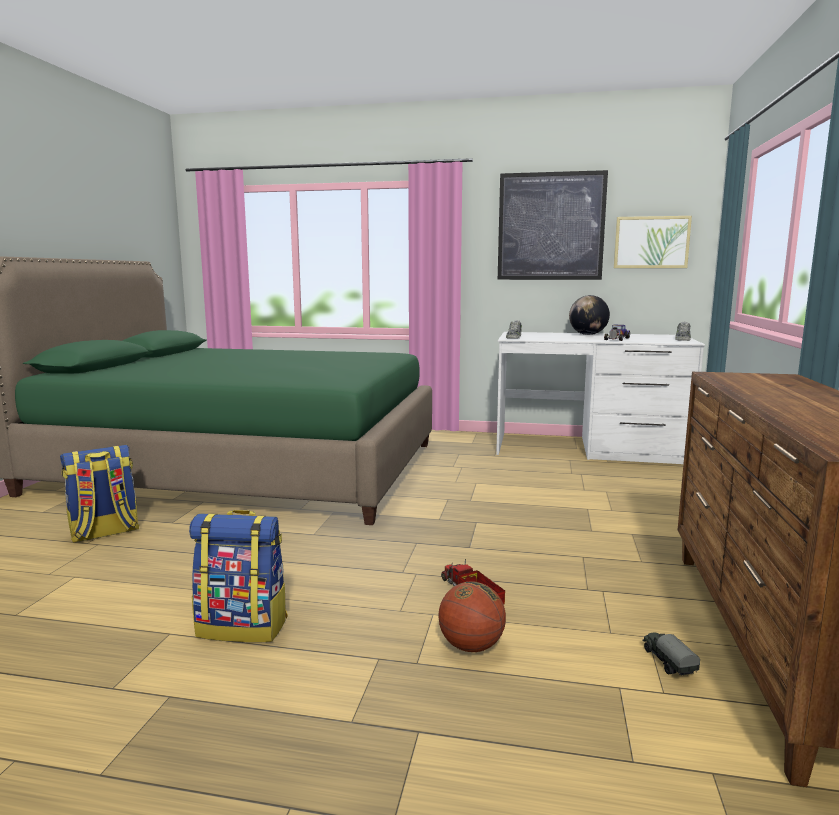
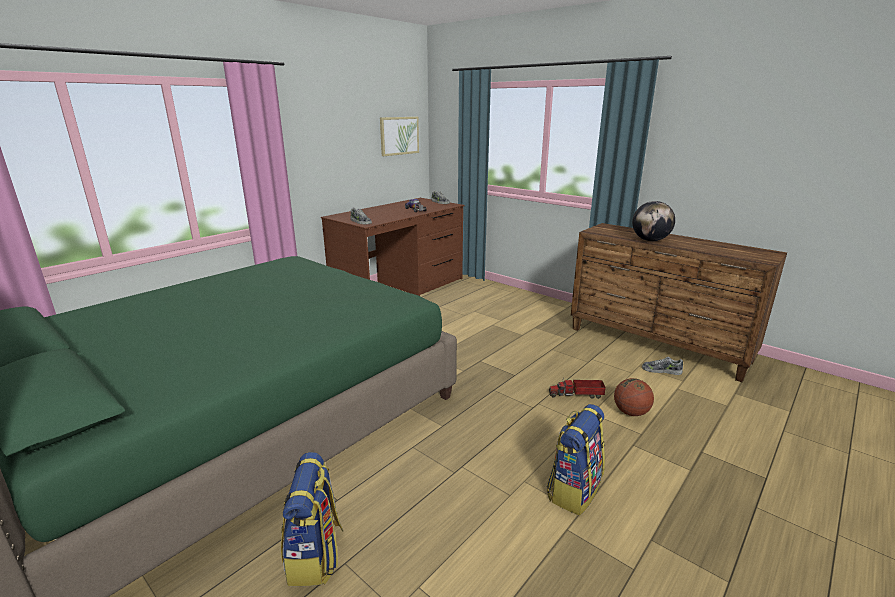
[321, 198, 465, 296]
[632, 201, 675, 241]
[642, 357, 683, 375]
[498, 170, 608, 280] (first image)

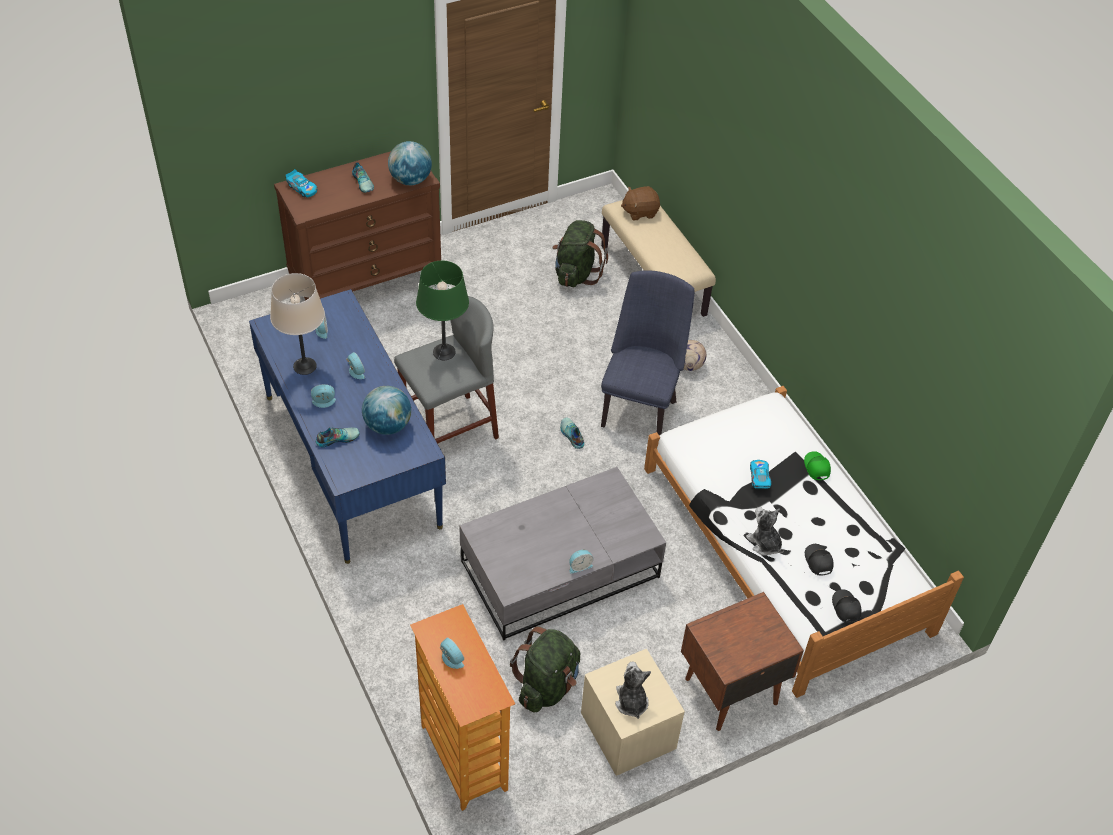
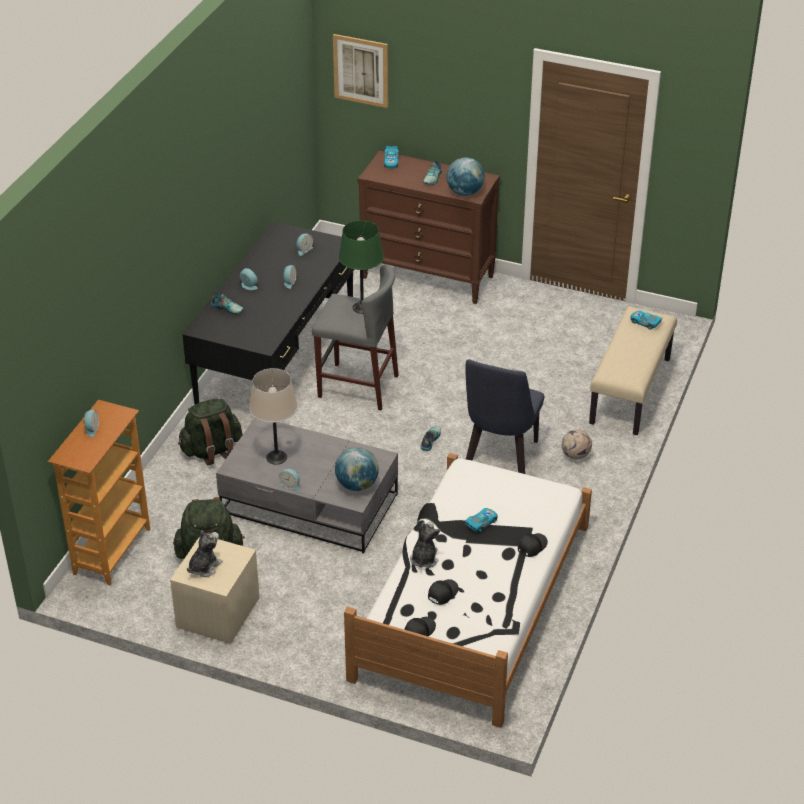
[178, 399, 243, 465]
[182, 221, 354, 404]
[249, 368, 298, 465]
[333, 34, 388, 108]
[335, 447, 379, 491]
[465, 359, 544, 474]
[518, 533, 548, 557]
[631, 311, 662, 330]
[681, 592, 804, 731] (first image)

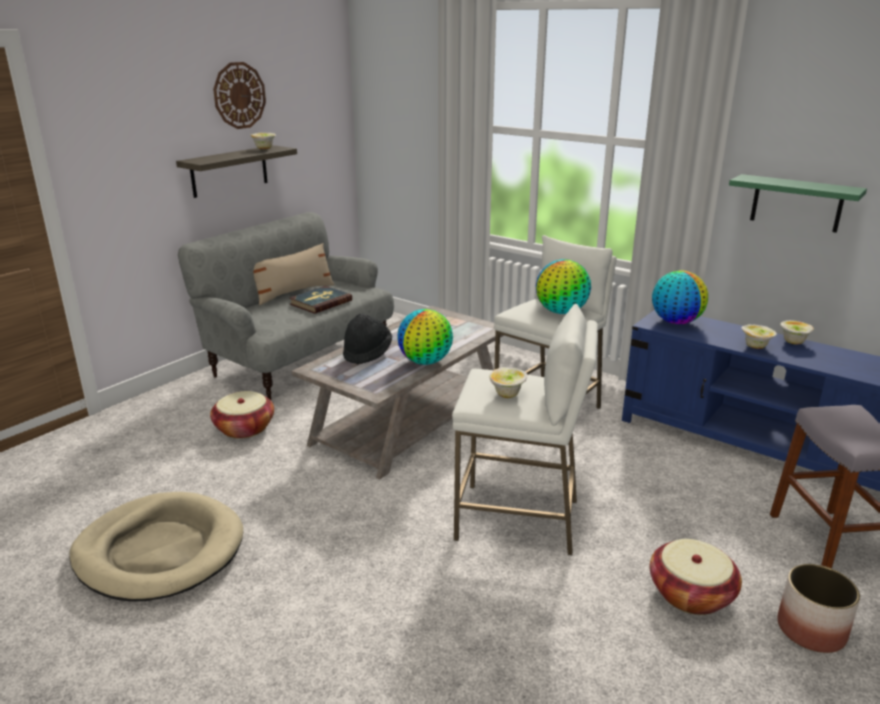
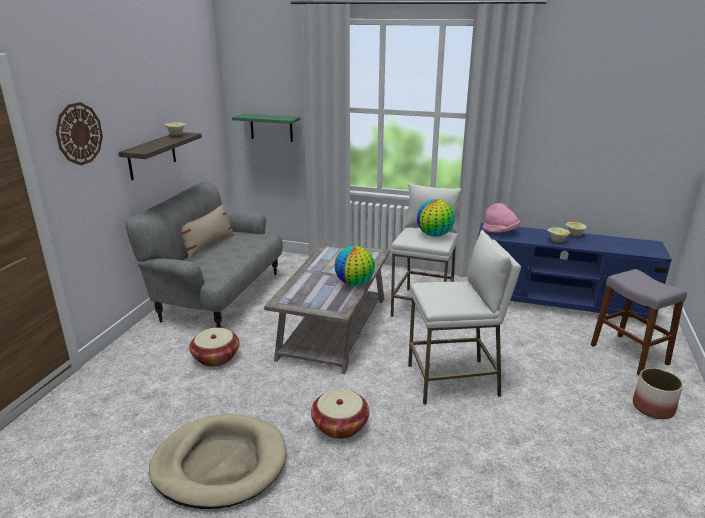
[56, 102, 103, 165]
[232, 114, 301, 142]
[311, 389, 369, 439]
[483, 203, 520, 233]
[289, 286, 352, 314] (first image)
[343, 313, 392, 364] (first image)
[490, 367, 528, 398] (first image)

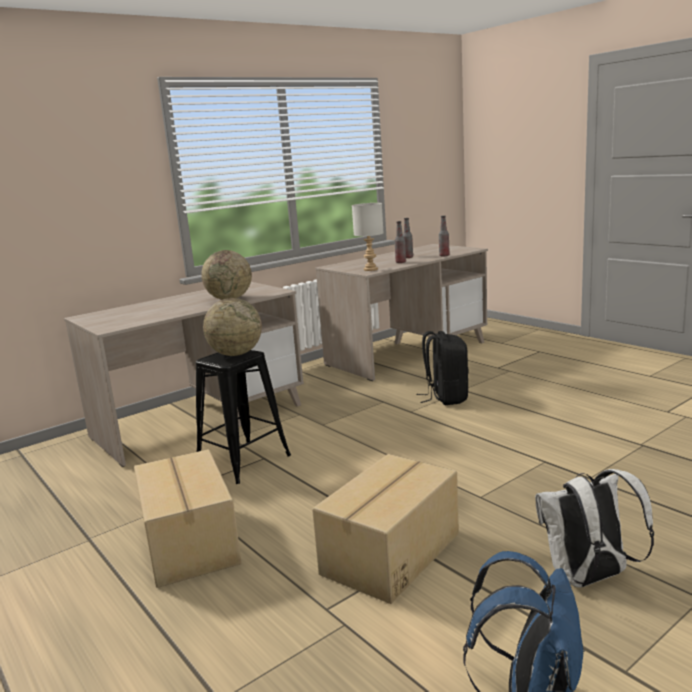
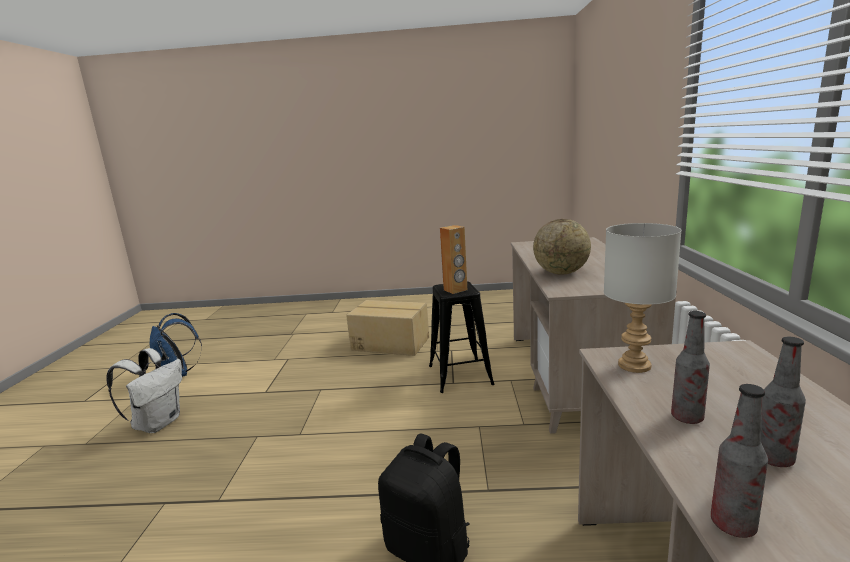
[440, 225, 467, 294]
[312, 454, 459, 604] (first image)

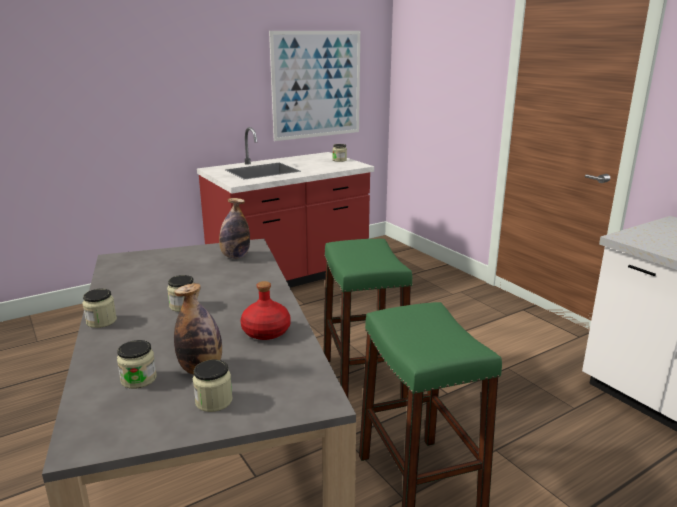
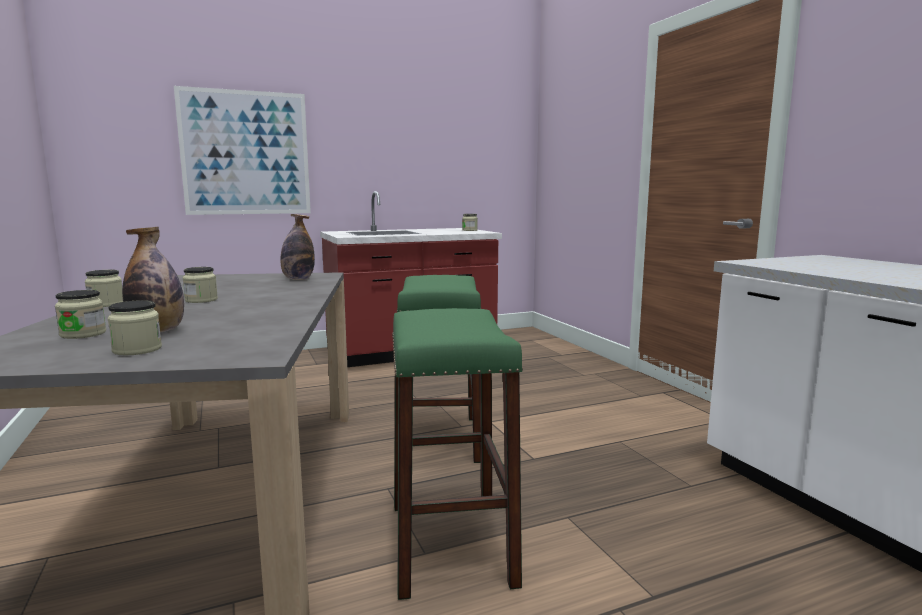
[174, 86, 311, 215]
[241, 281, 290, 340] (first image)

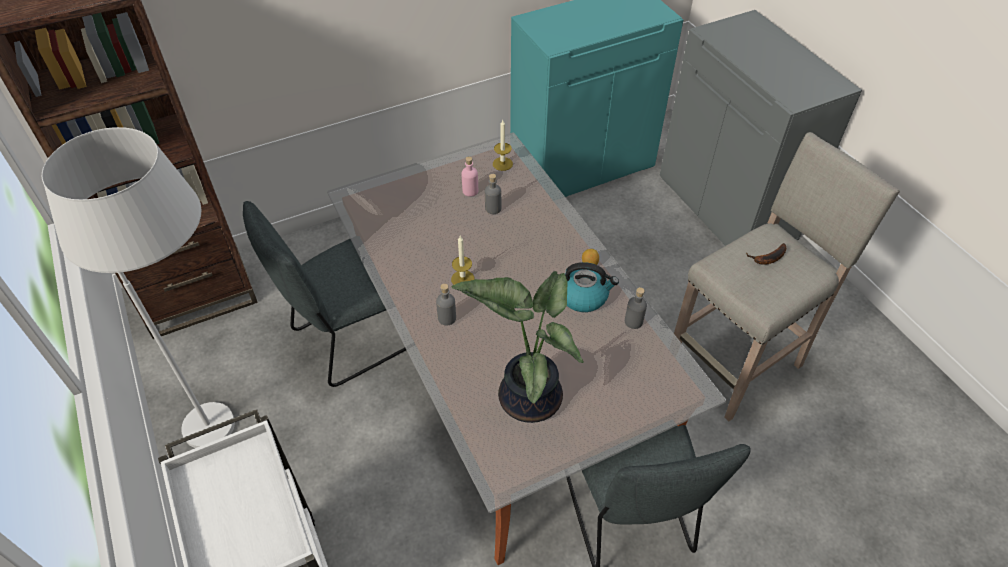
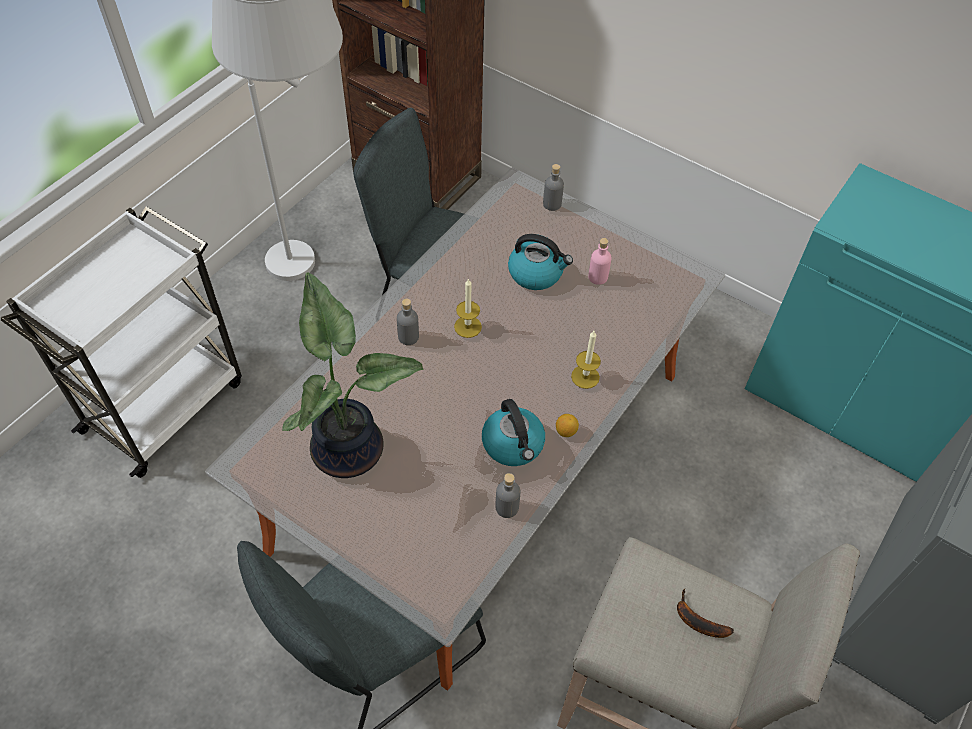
[508, 234, 573, 290]
[543, 164, 564, 211]
[571, 331, 601, 389]

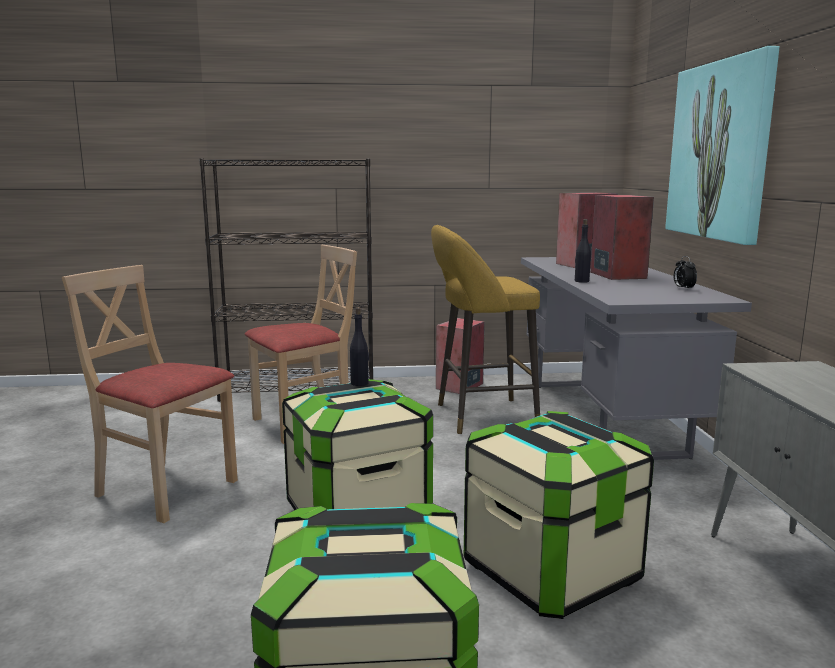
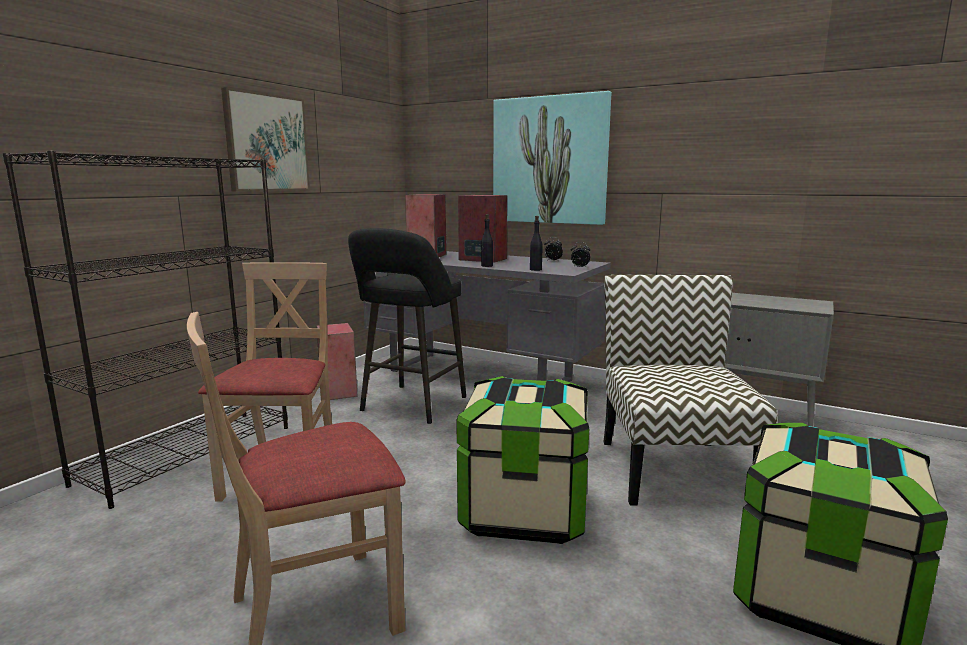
[221, 87, 310, 191]
[348, 228, 466, 424]
[530, 216, 543, 271]
[571, 242, 590, 268]
[604, 275, 777, 505]

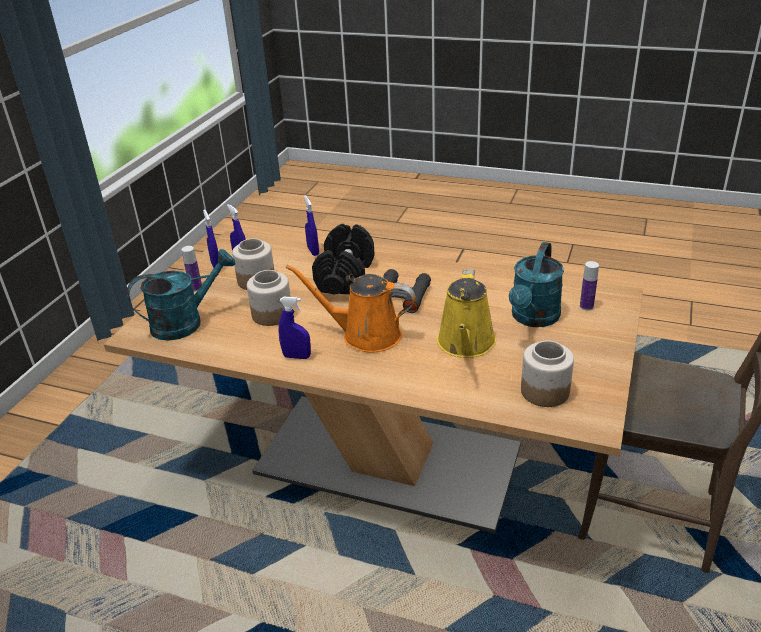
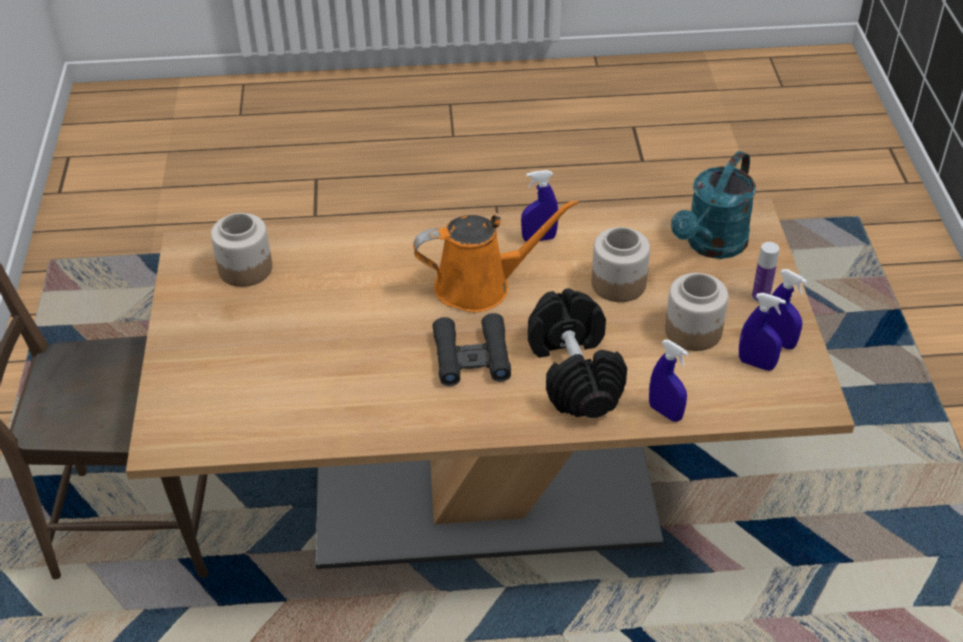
[437, 269, 496, 358] (first image)
[509, 242, 564, 327] (first image)
[580, 261, 599, 310] (first image)

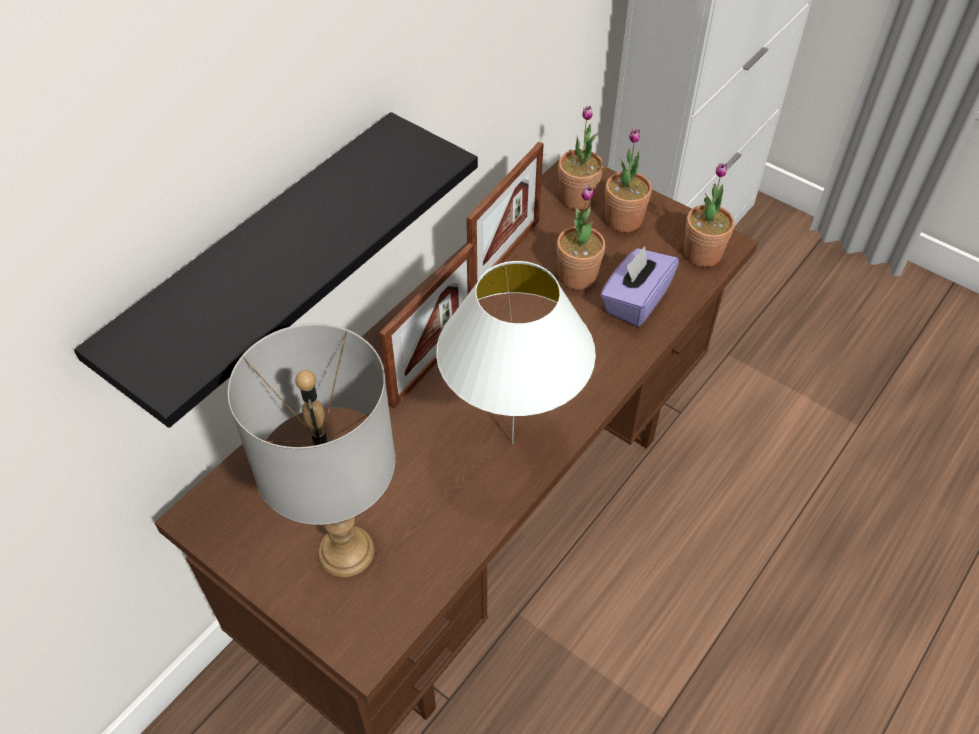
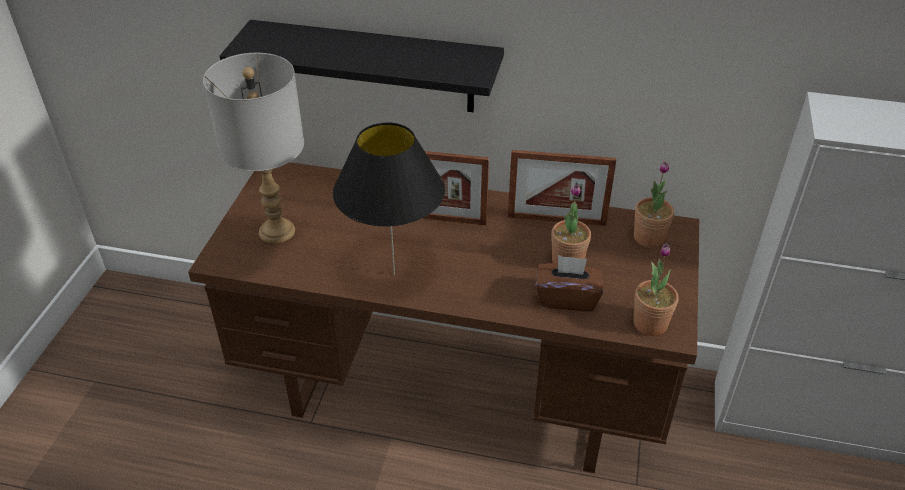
[333, 122, 445, 275]
[536, 255, 604, 312]
[605, 128, 652, 232] (first image)

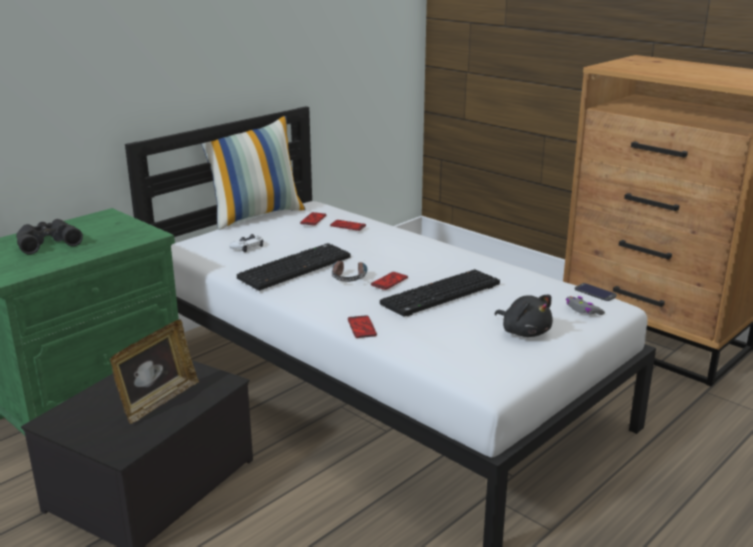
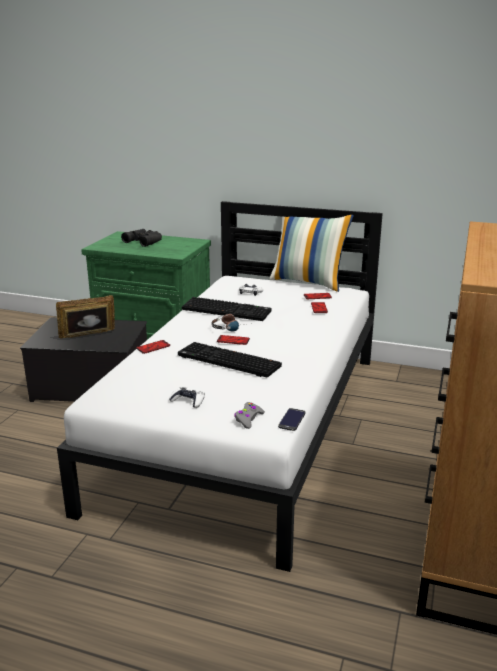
[56, 295, 115, 339]
[169, 387, 205, 408]

